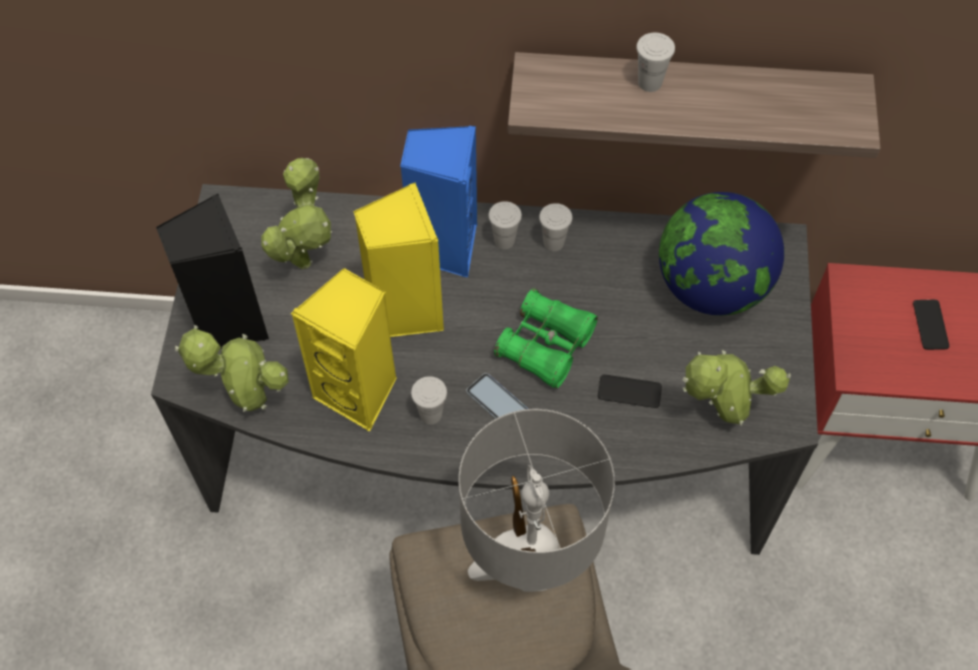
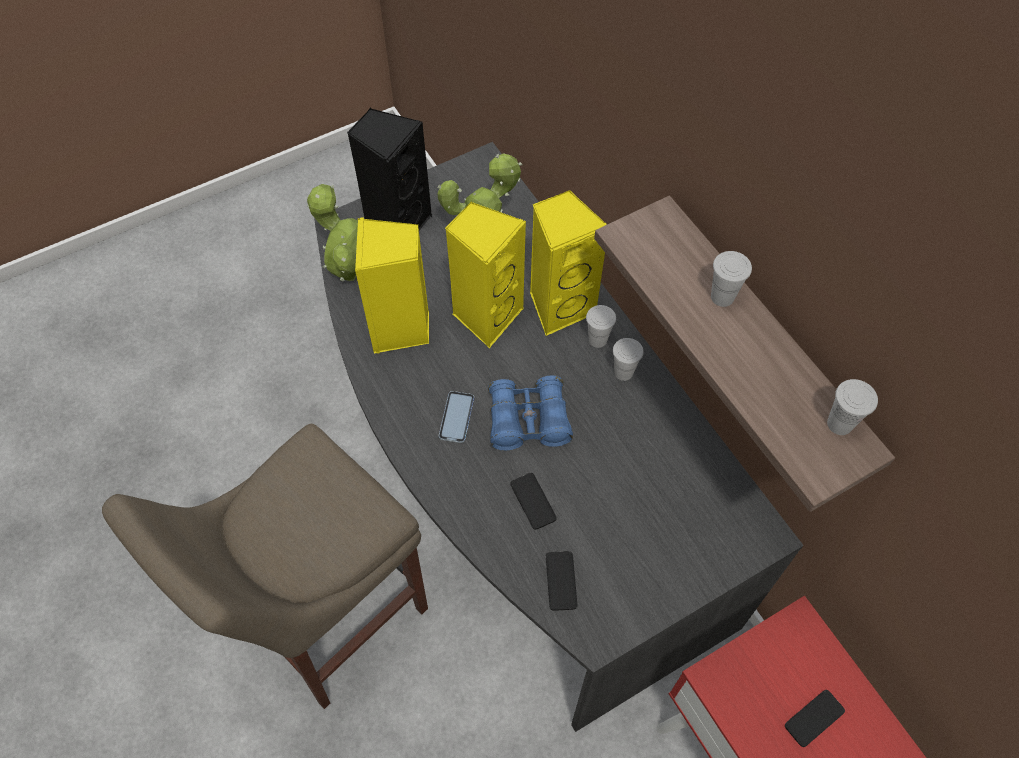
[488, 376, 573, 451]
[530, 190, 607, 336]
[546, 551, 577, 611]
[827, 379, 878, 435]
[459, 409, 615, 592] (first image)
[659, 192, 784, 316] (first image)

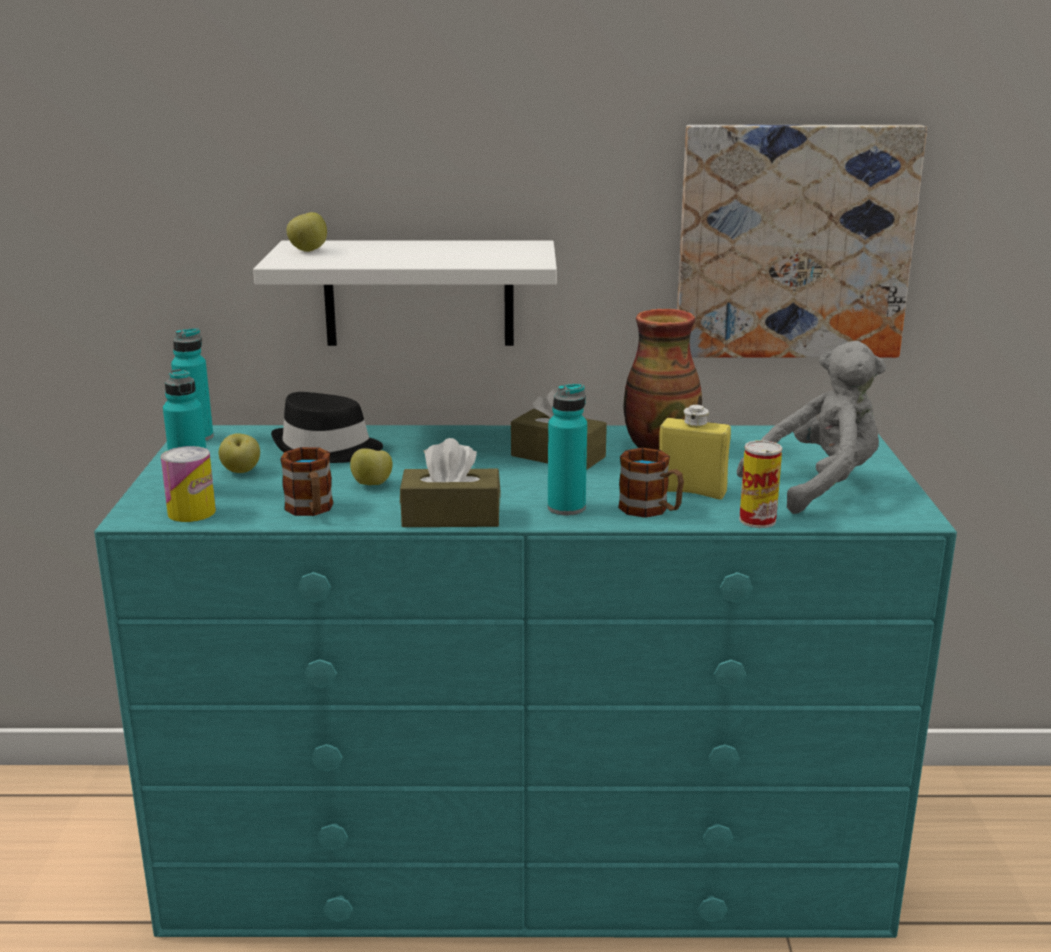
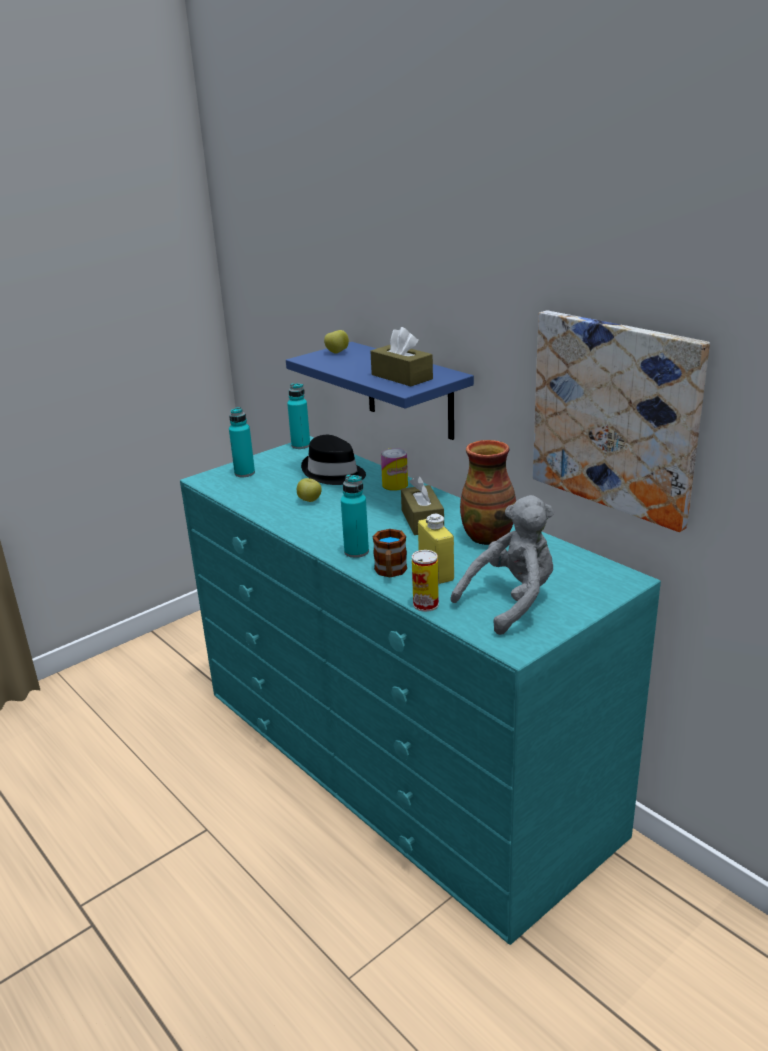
[286, 342, 474, 440]
[370, 327, 433, 386]
[381, 448, 408, 491]
[450, 495, 554, 635]
[219, 433, 260, 473] (first image)
[280, 447, 333, 516] (first image)

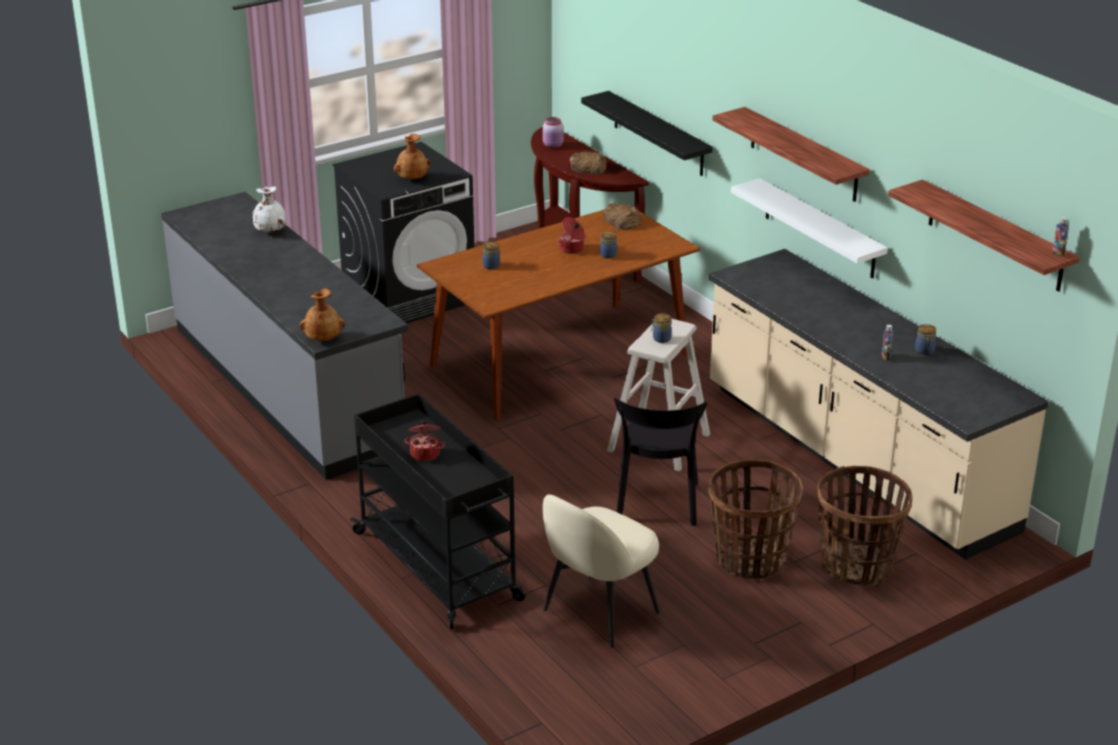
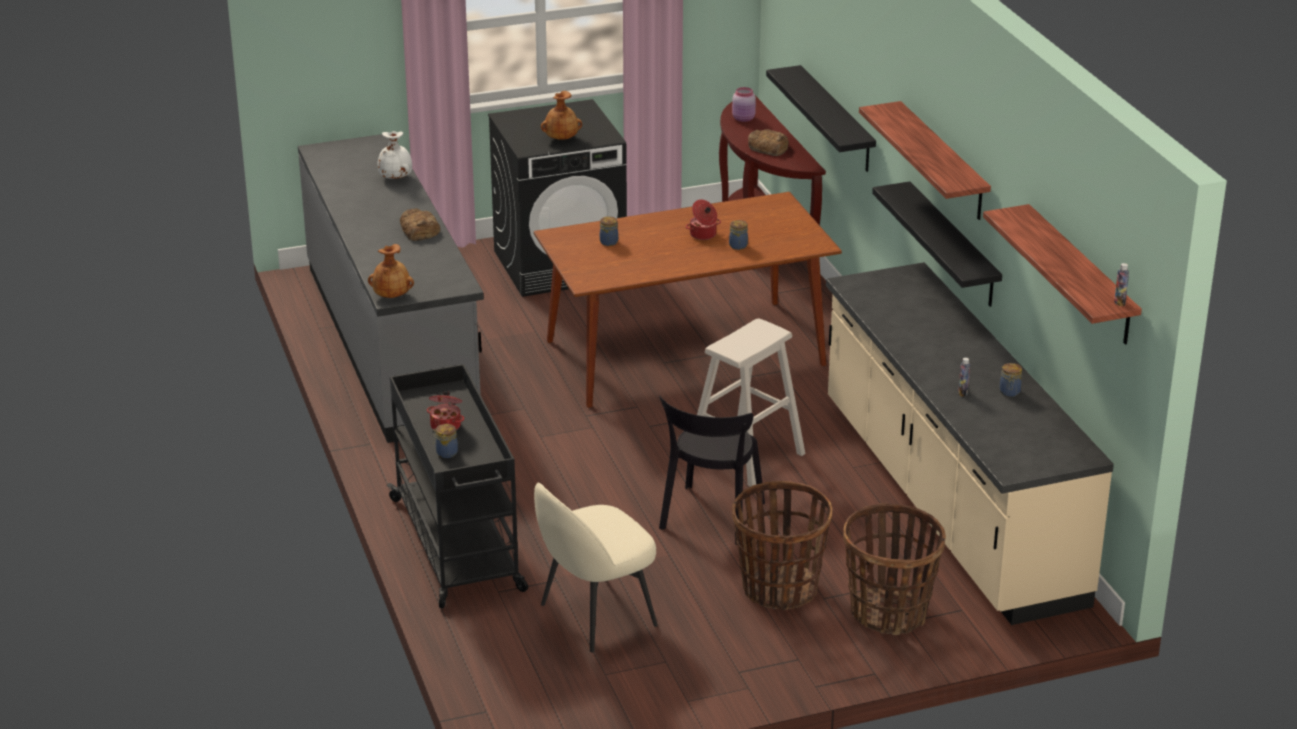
[400, 208, 440, 241]
[433, 424, 458, 458]
[872, 181, 1002, 307]

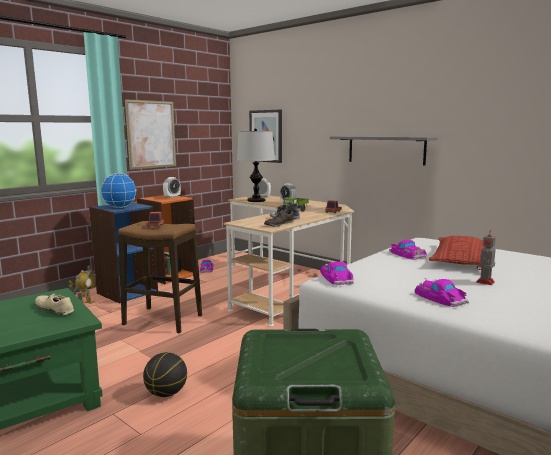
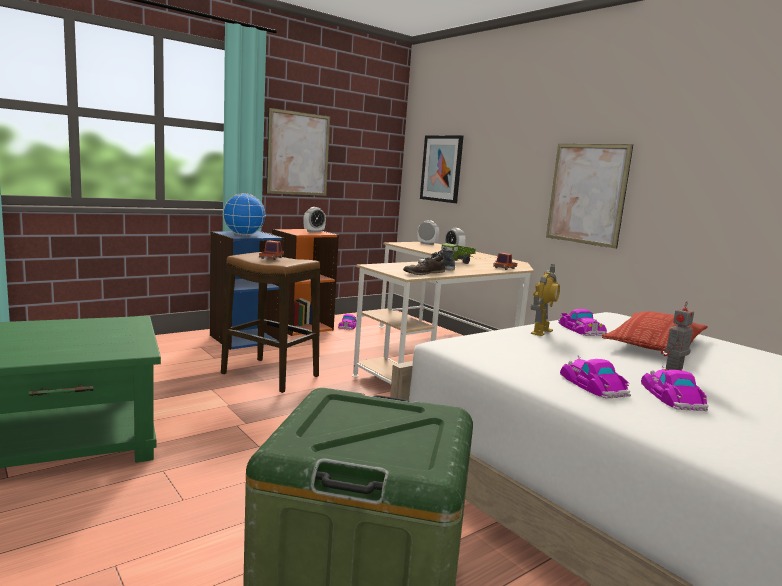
[531, 264, 560, 336]
[546, 144, 633, 249]
[641, 366, 708, 411]
[35, 293, 74, 315] (first image)
[143, 352, 187, 397] (first image)
[237, 129, 275, 202] (first image)

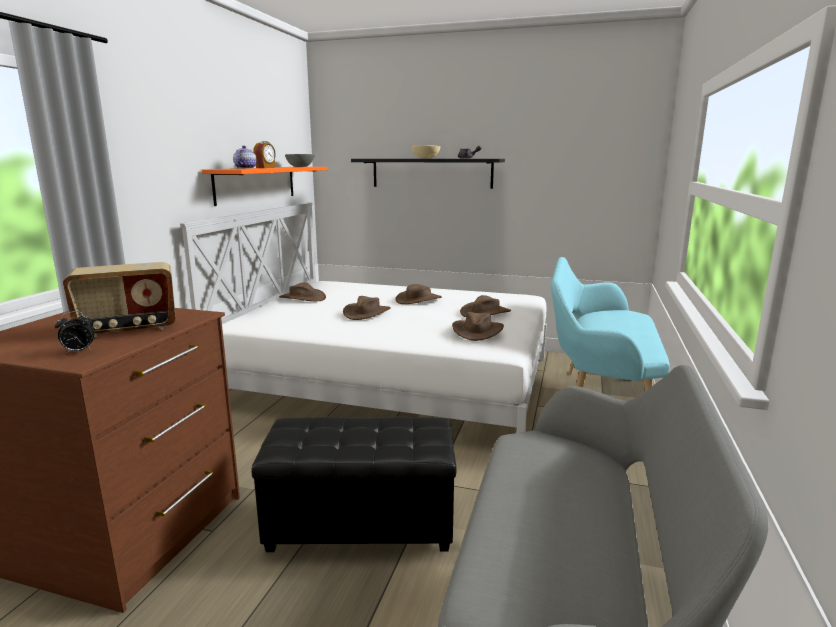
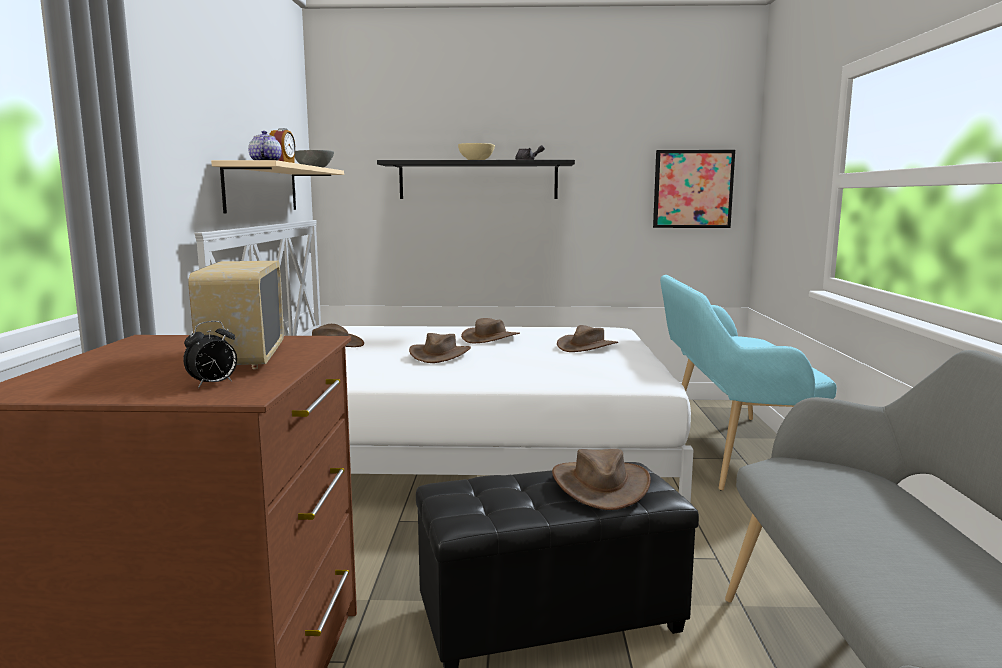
[188, 261, 284, 369]
[211, 160, 344, 214]
[552, 449, 651, 510]
[653, 150, 735, 228]

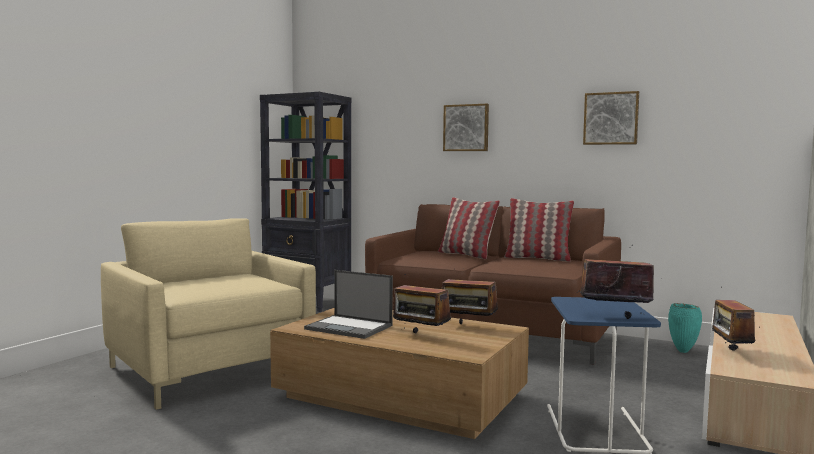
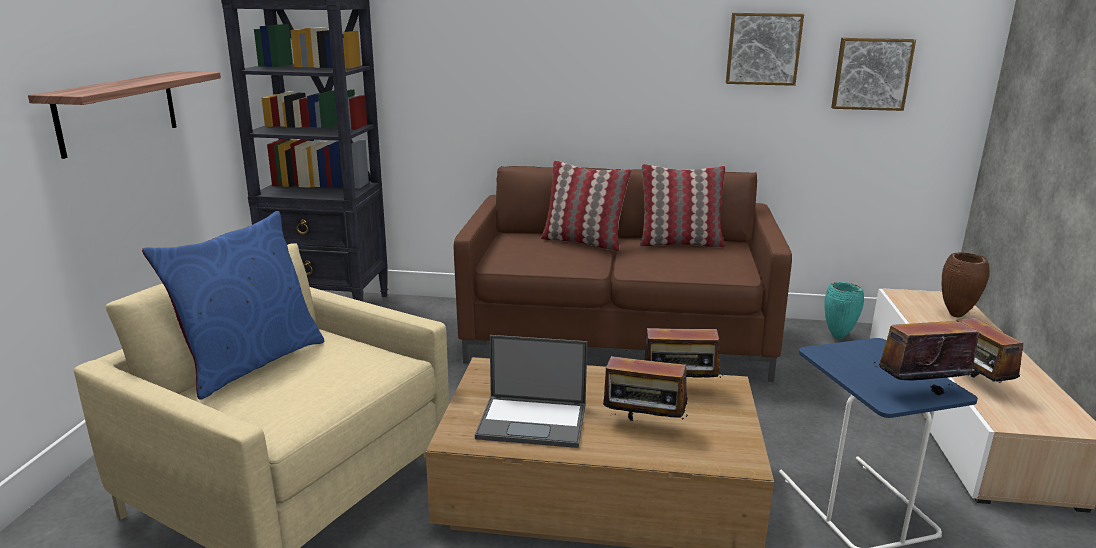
[28, 71, 221, 159]
[142, 211, 324, 399]
[831, 38, 916, 111]
[942, 252, 990, 317]

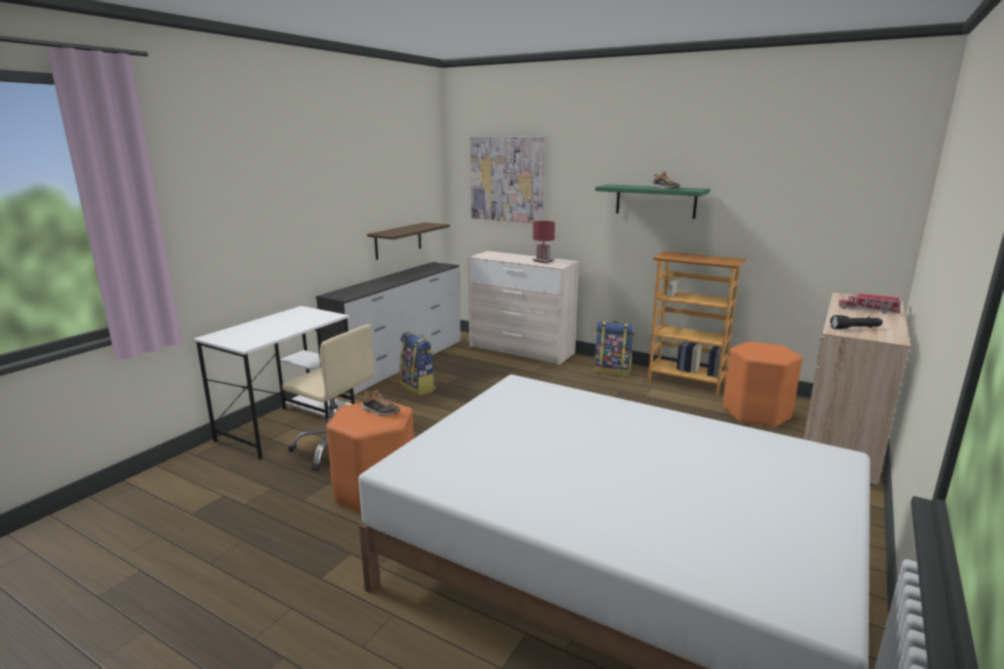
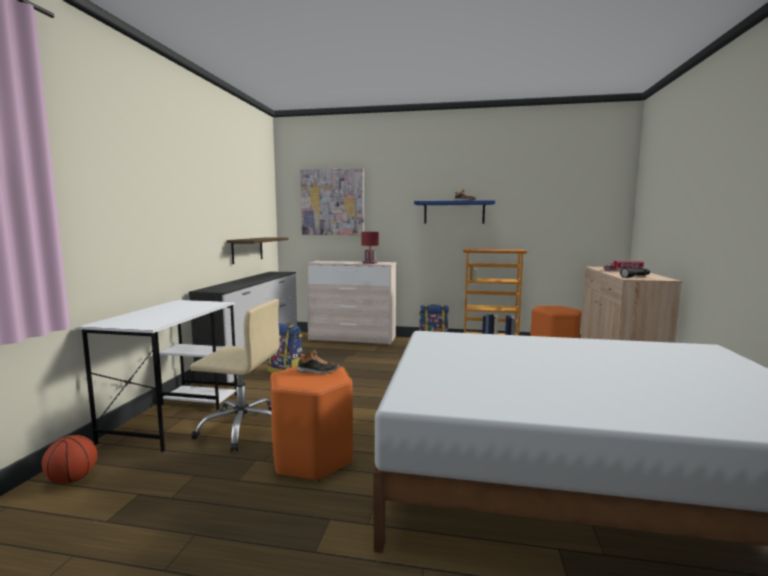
[42, 435, 98, 484]
[414, 200, 495, 224]

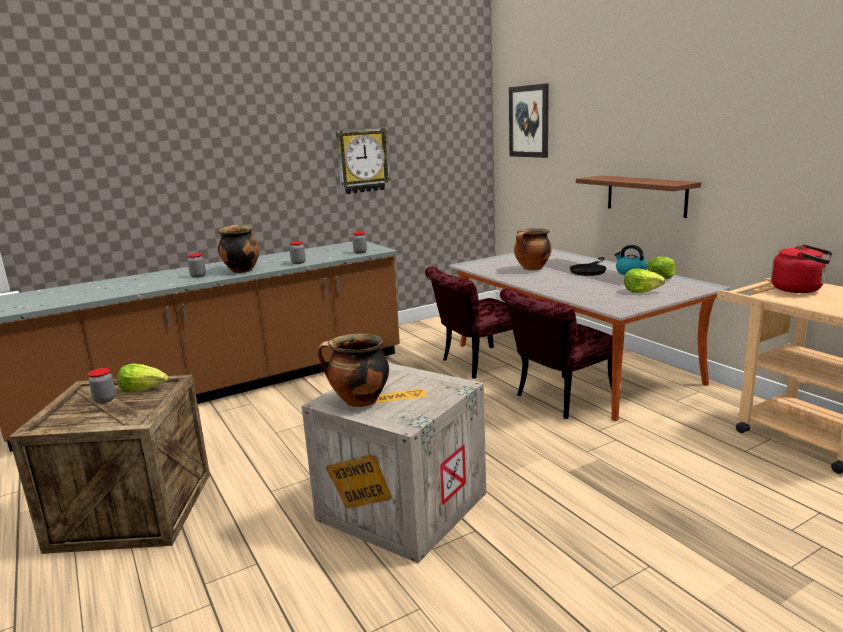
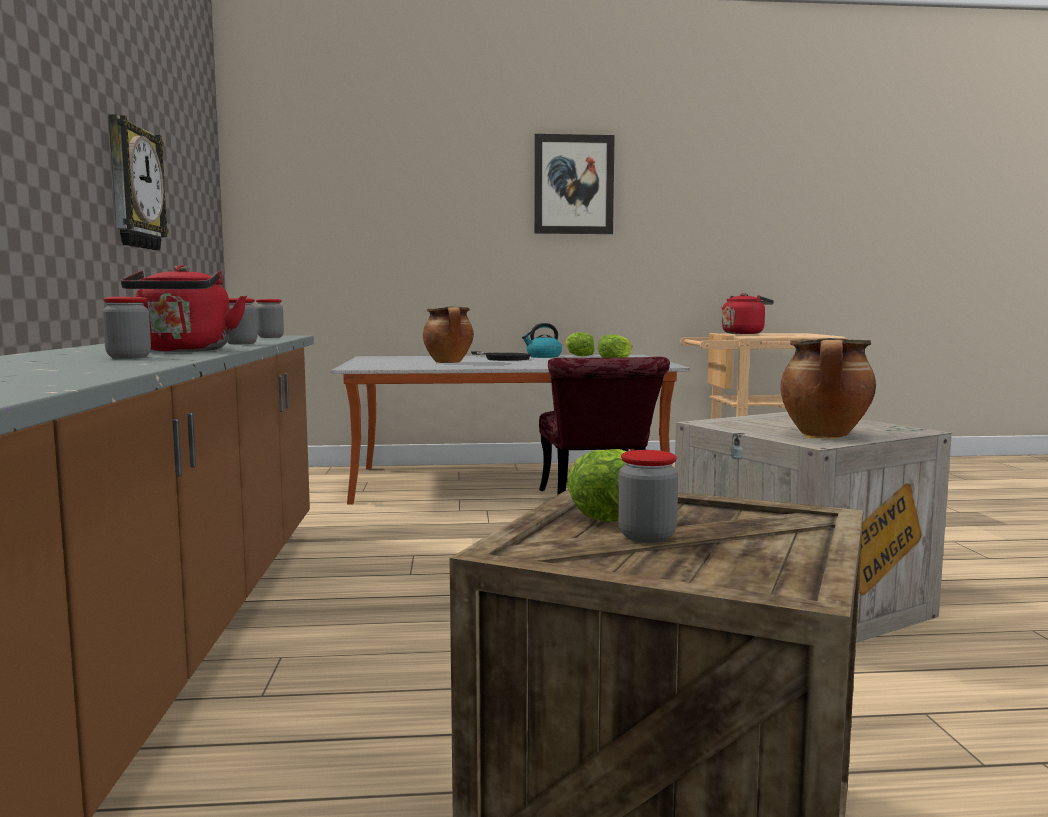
[121, 265, 247, 352]
[534, 134, 615, 234]
[425, 267, 529, 379] (first image)
[576, 175, 701, 218] (first image)

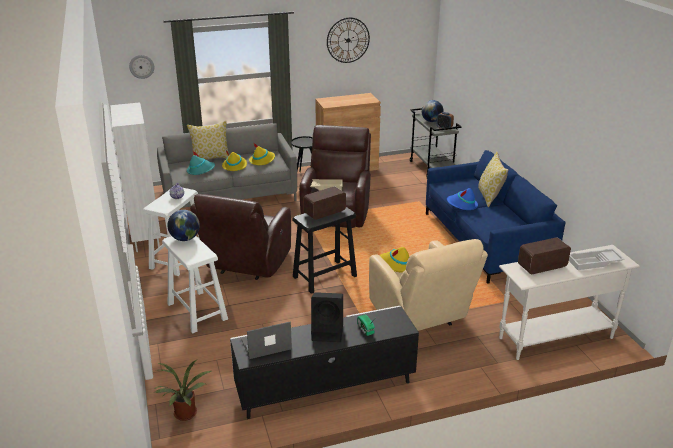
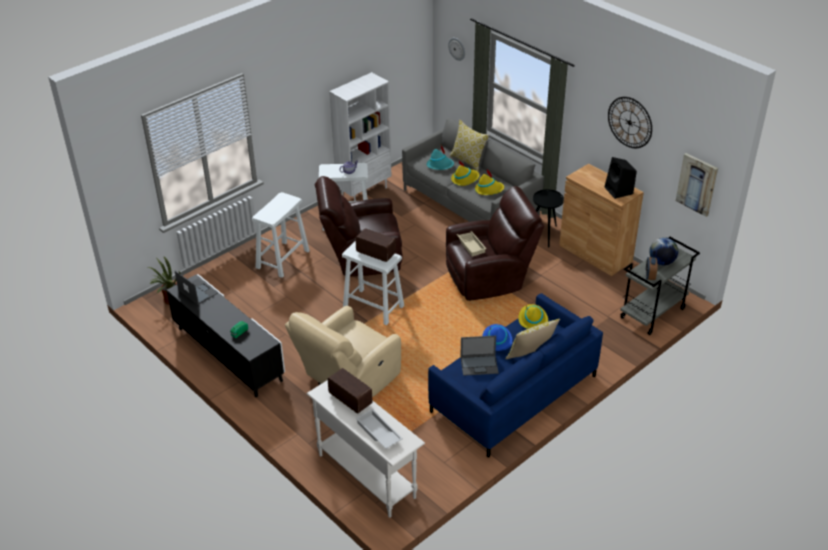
[342, 241, 404, 325]
[460, 336, 499, 376]
[518, 304, 548, 329]
[604, 157, 637, 199]
[676, 153, 718, 217]
[167, 210, 200, 241] (first image)

